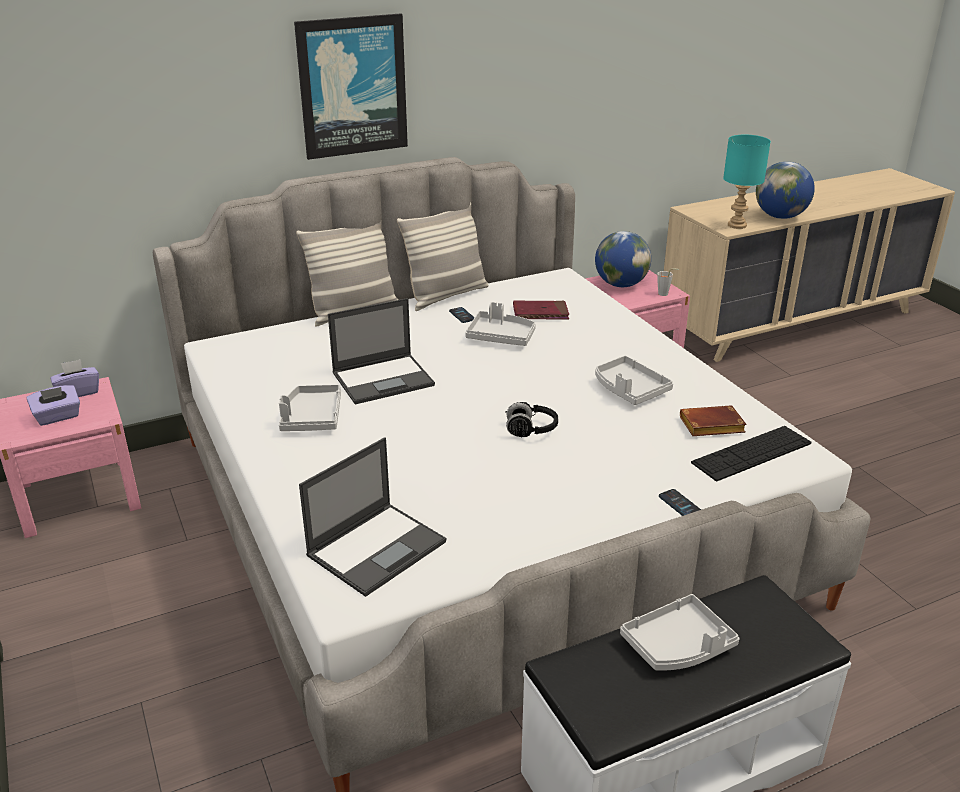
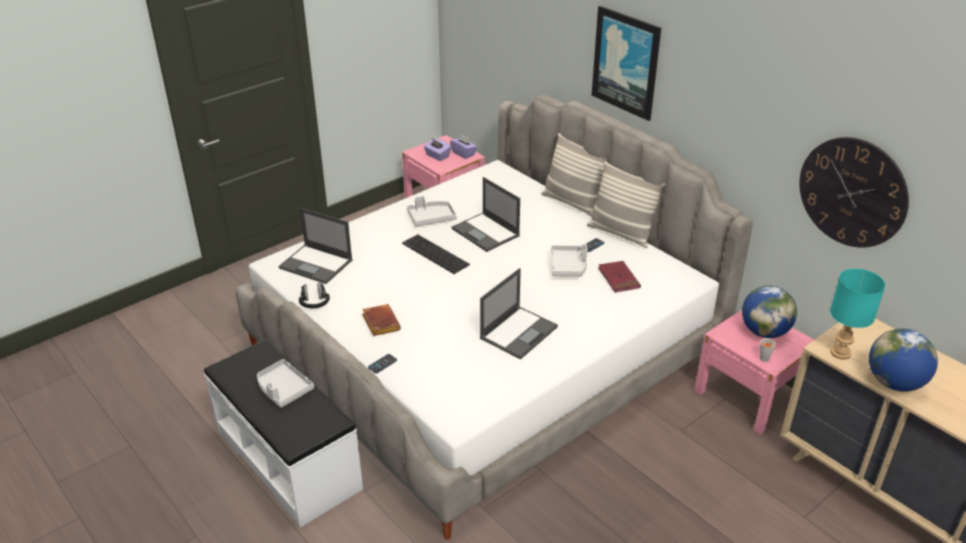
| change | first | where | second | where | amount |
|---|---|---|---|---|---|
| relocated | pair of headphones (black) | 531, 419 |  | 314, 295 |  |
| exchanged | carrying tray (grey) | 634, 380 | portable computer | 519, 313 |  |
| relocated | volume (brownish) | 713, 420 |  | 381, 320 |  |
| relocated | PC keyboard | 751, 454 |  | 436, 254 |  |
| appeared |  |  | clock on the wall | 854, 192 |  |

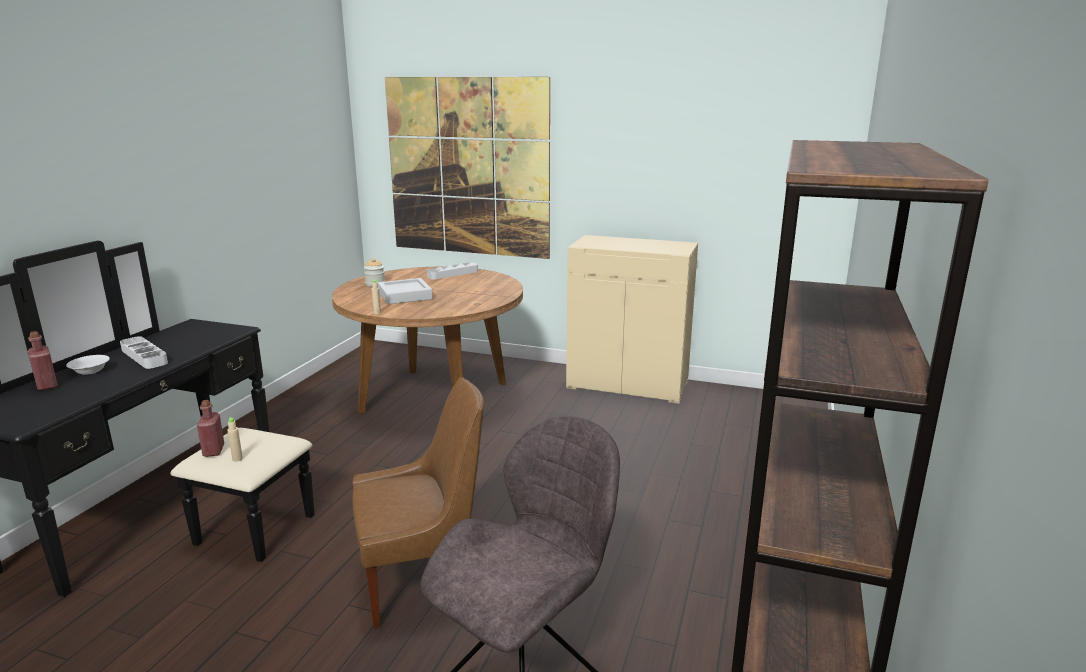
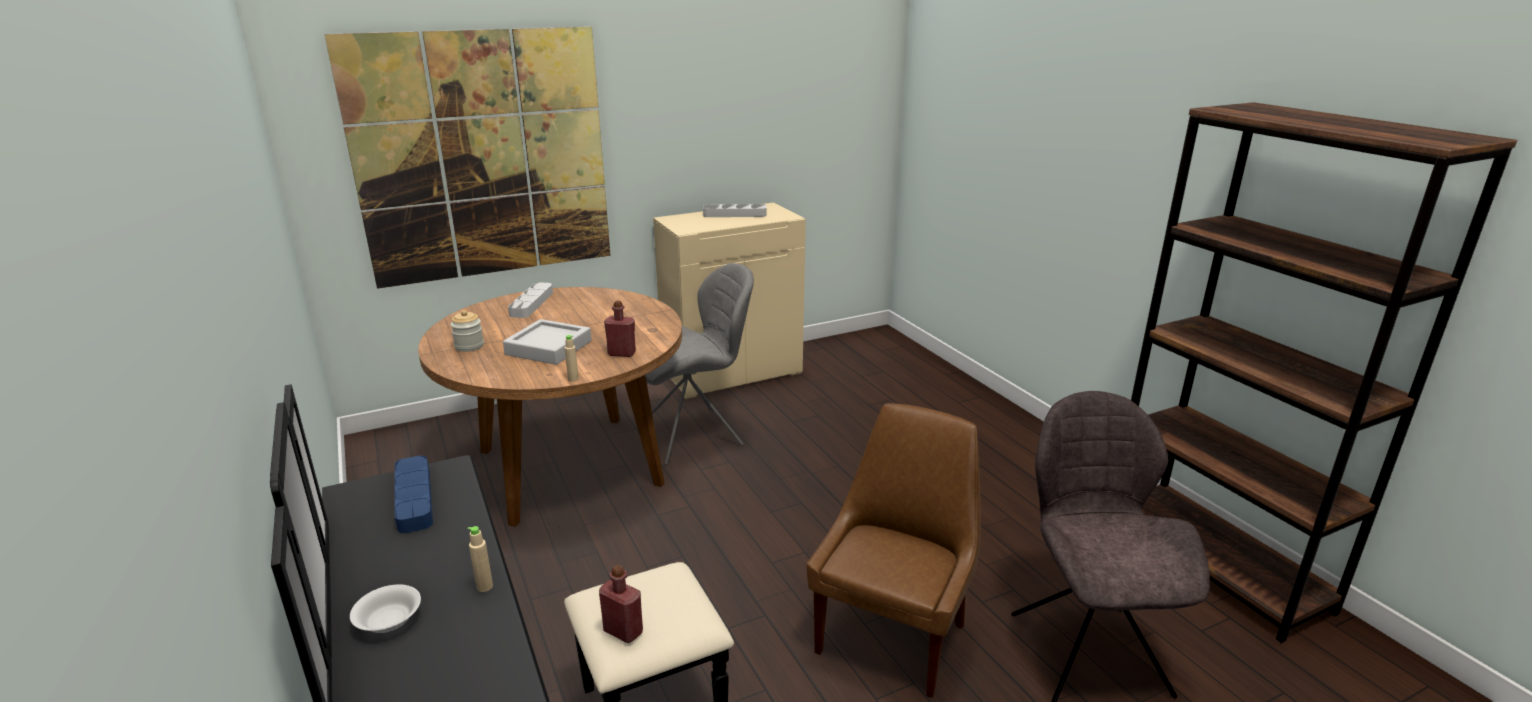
| change | first | where | second | where | amount |
|---|---|---|---|---|---|
| relocated | bottle (red-coloured) | 43, 361 |  | 620, 329 |  |
| relocated | carrying tray (grey) | 144, 352 |  | 734, 210 |  |
| relocated | bottle (beige) | 235, 439 |  | 480, 559 |  |
| appeared |  |  | carrying tray (blue-coloured) | 414, 494 |  |
| appeared |  |  | plain chair (grey) | 699, 364 |  |

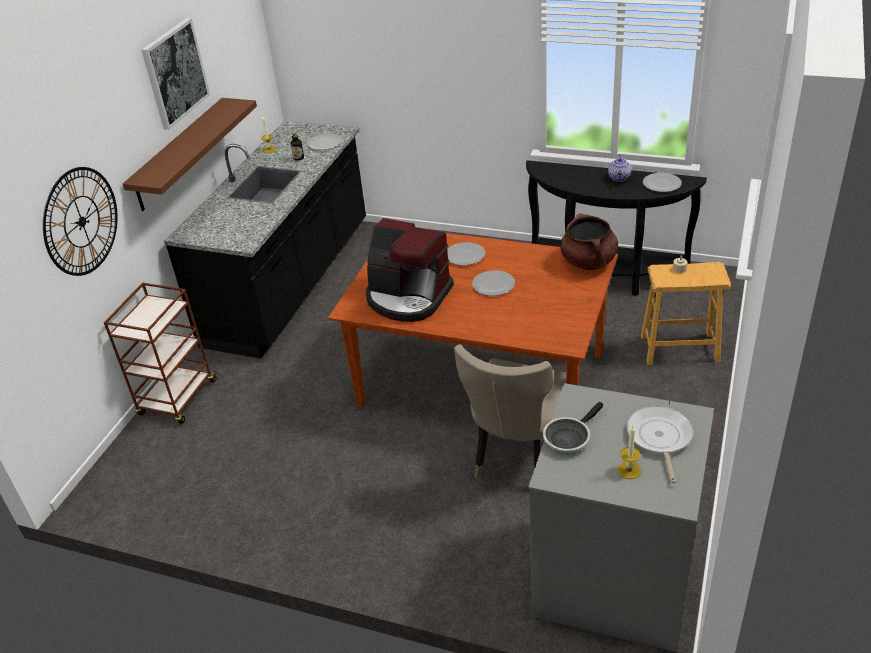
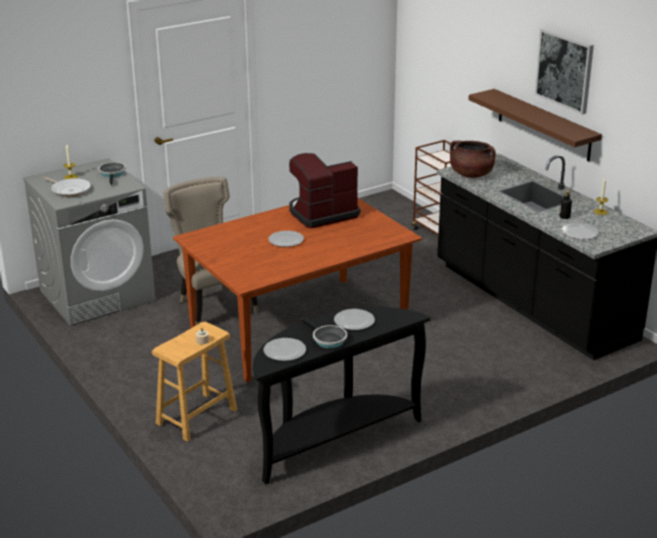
| change | first | where | second | where | amount |
|---|---|---|---|---|---|
| missing | clock on the wall | 80, 221 |  |  |  |
| relocated | plate | 466, 253 |  | 354, 319 |  |
| relocated | cooking pot (brownish) | 589, 241 |  | 473, 159 |  |
| exchanged | tea pot | 619, 168 | pan | 324, 332 |  |

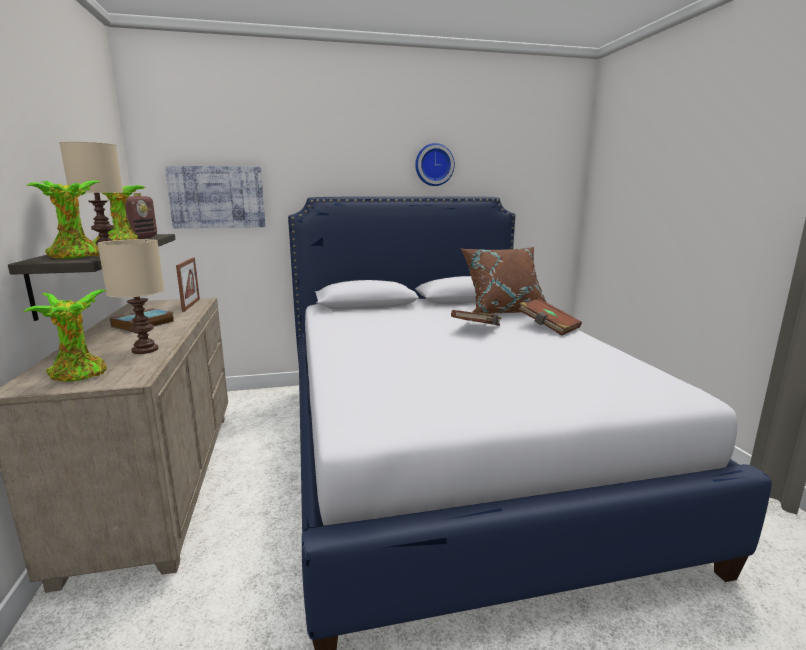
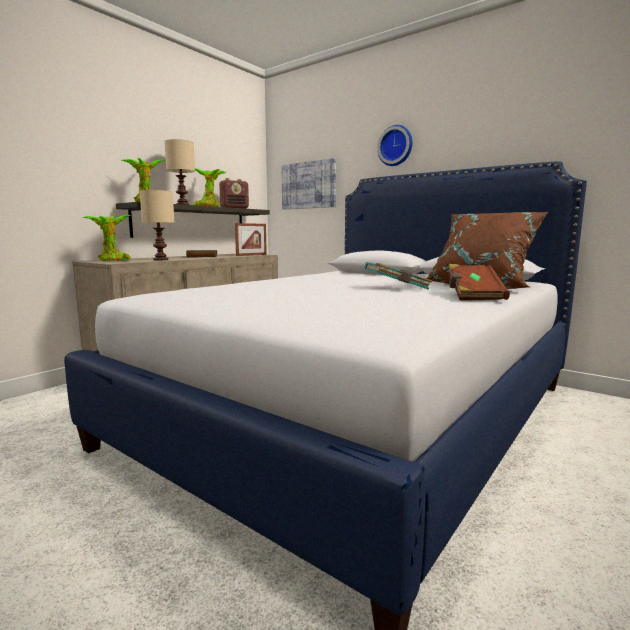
| change | first | where | second | where | amount |
|---|---|---|---|---|---|
| relocated | clock on the wall | 435, 164 |  | 395, 145 |  |
| colour | volume (brownish) | 476, 318 | volume (blue-green) | 398, 276 |  |

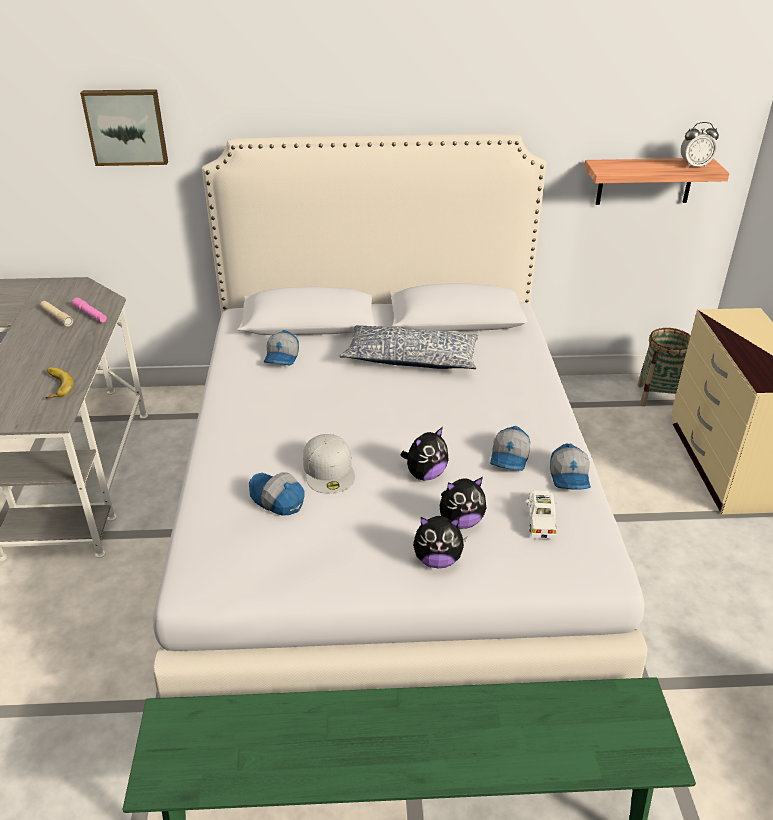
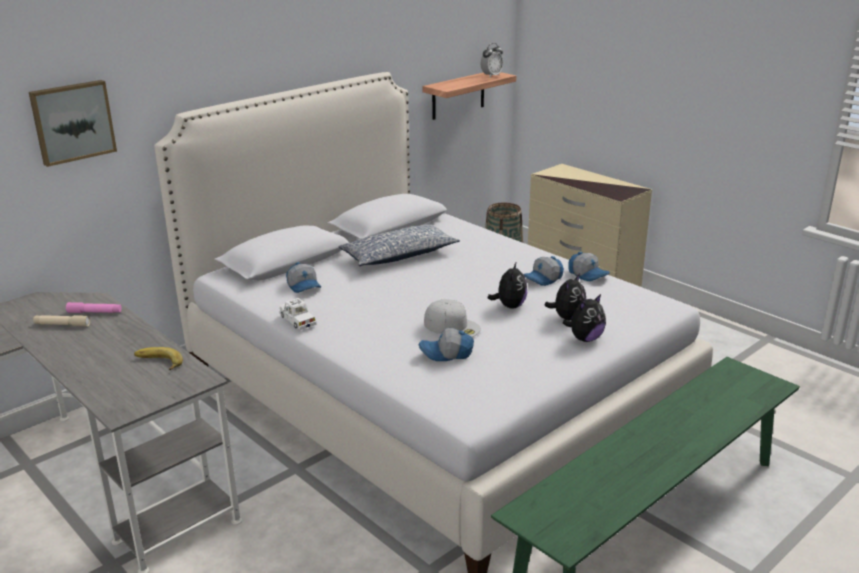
| change | first | where | second | where | amount |
|---|---|---|---|---|---|
| spun | cap | 510, 448 |  | 544, 271 | 75 degrees clockwise |
| relocated | toy car (white) | 541, 514 |  | 298, 314 |  |

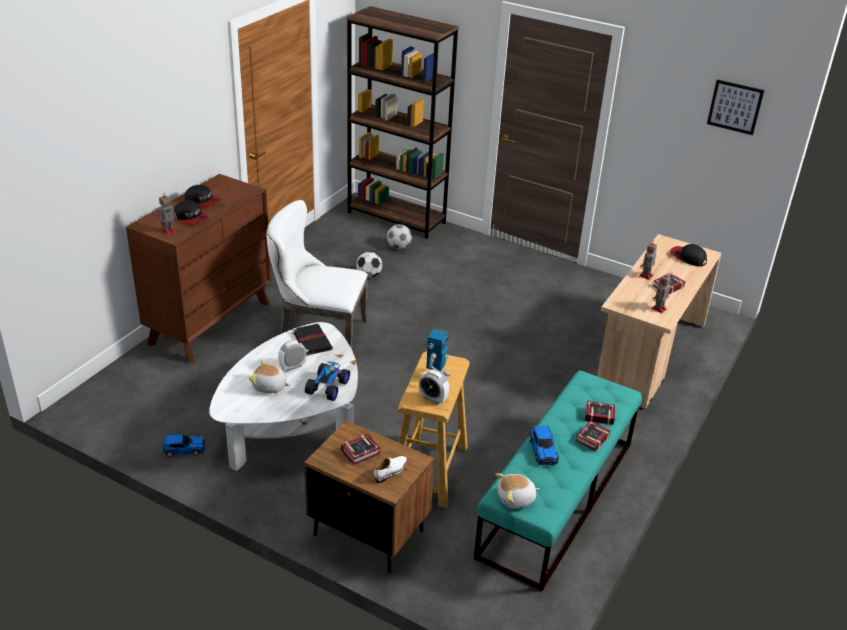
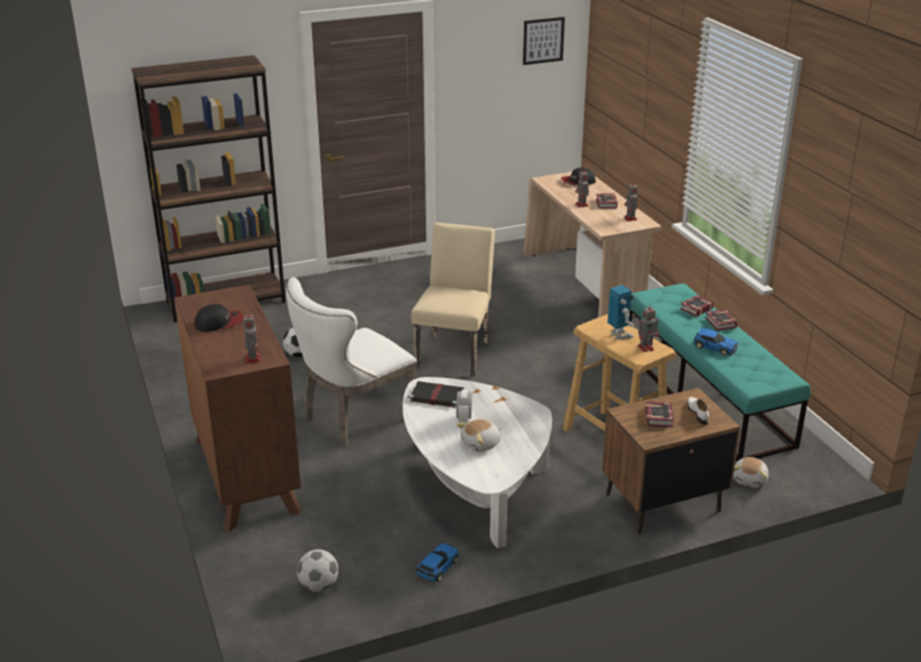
| change | first | where | second | where | amount |
|---|---|---|---|---|---|
| missing | cap | 191, 212 |  |  |  |
| missing | toy car | 327, 381 |  |  |  |
| relocated | ball for football | 399, 236 |  | 318, 570 |  |
| exchanged | alarm clock | 434, 386 | model robot | 648, 328 |  |
| relocated | plush toy | 517, 491 |  | 751, 472 |  |
| appeared |  |  | plain chair (beige) | 453, 299 |  |

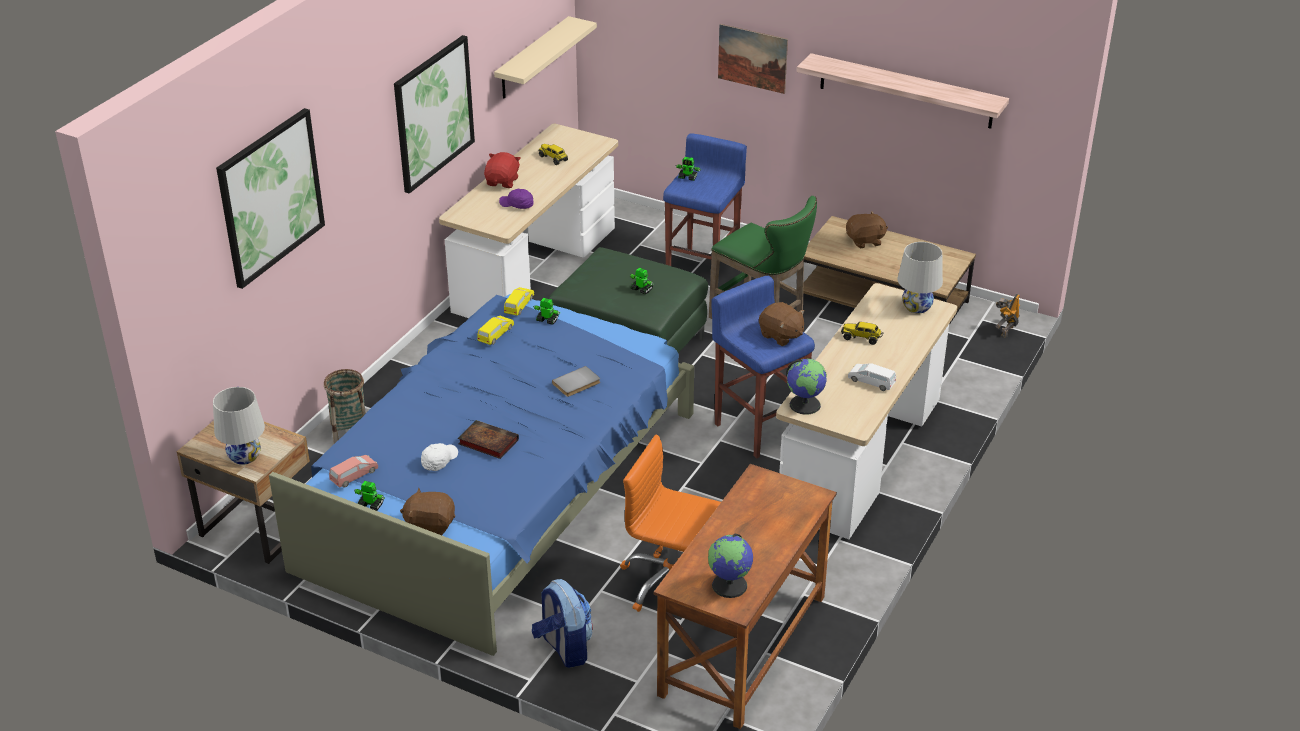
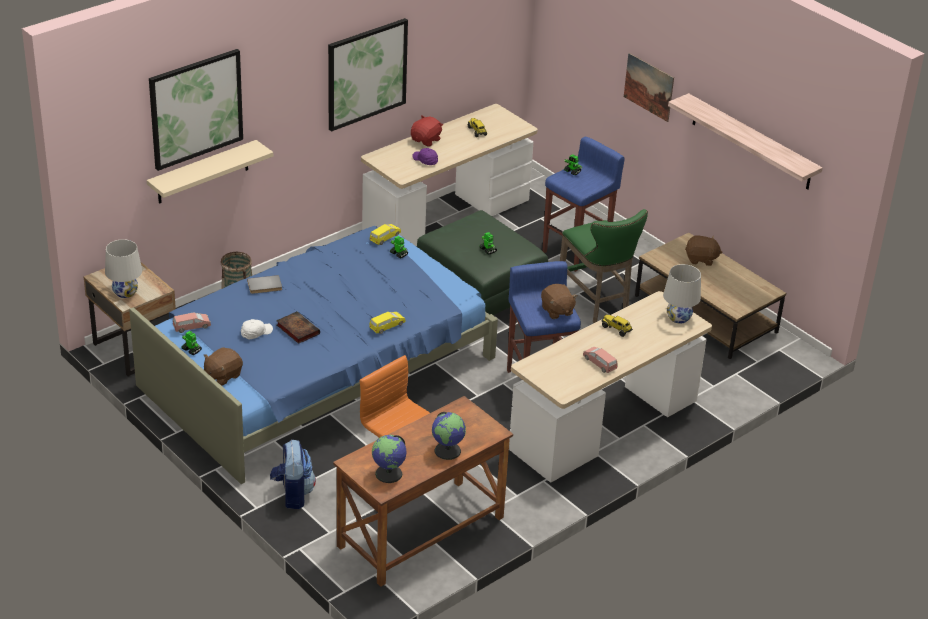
| change | first | where | second | where | amount |
|---|---|---|---|---|---|
| spun | plush toy (brownish) | 427, 511 |  | 223, 366 | 75 degrees counterclockwise |
| relocated | toy car (yellowish) | 495, 330 |  | 387, 323 |  |
| relocated | wall shelf (beige) | 545, 57 |  | 210, 172 |  |
| relocated | volume (grey) | 576, 381 |  | 264, 284 |  |
| relocated | world globe | 806, 387 |  | 449, 436 |  |
| colour | toy car (white) | 872, 377 | toy car (pink) | 600, 360 |  |
| missing | model robot | 1007, 316 |  |  |  |

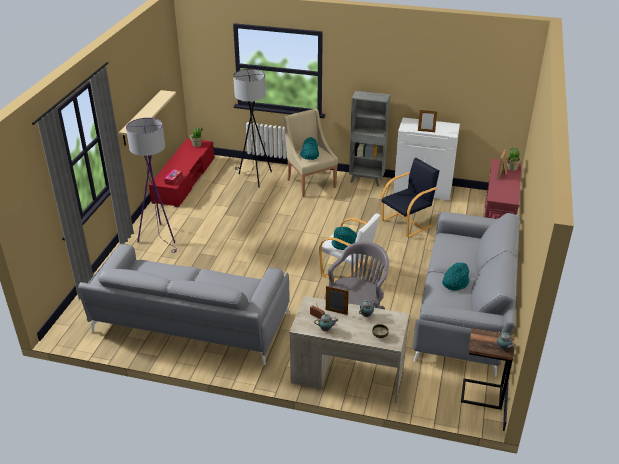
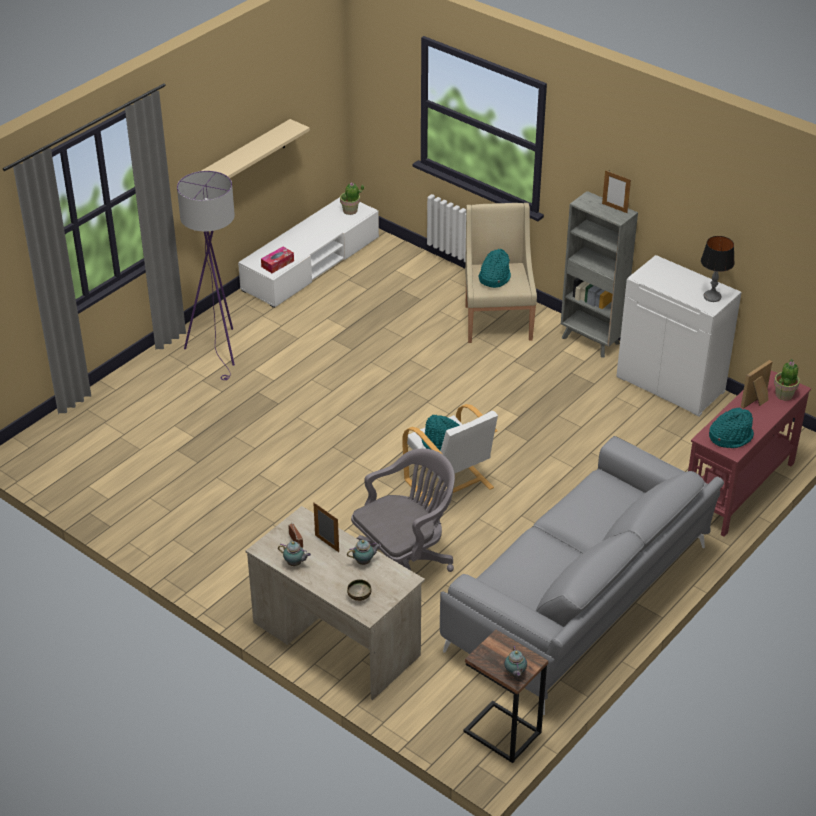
| change | first | where | second | where | amount |
|---|---|---|---|---|---|
| missing | couch (grey) | 183, 304 |  |  |  |
| colour | media console (red-coloured) | 181, 172 | media console (white) | 308, 252 |  |
| missing | standard lamp (grey) | 252, 128 |  |  |  |
| missing | armchair (black) | 410, 198 |  |  |  |
| relocated | picture frame | 427, 121 |  | 616, 191 |  |
| relocated | wearable hat (blue-green) | 455, 277 |  | 731, 427 |  |
| appeared |  |  | table lamp | 718, 269 |  |

